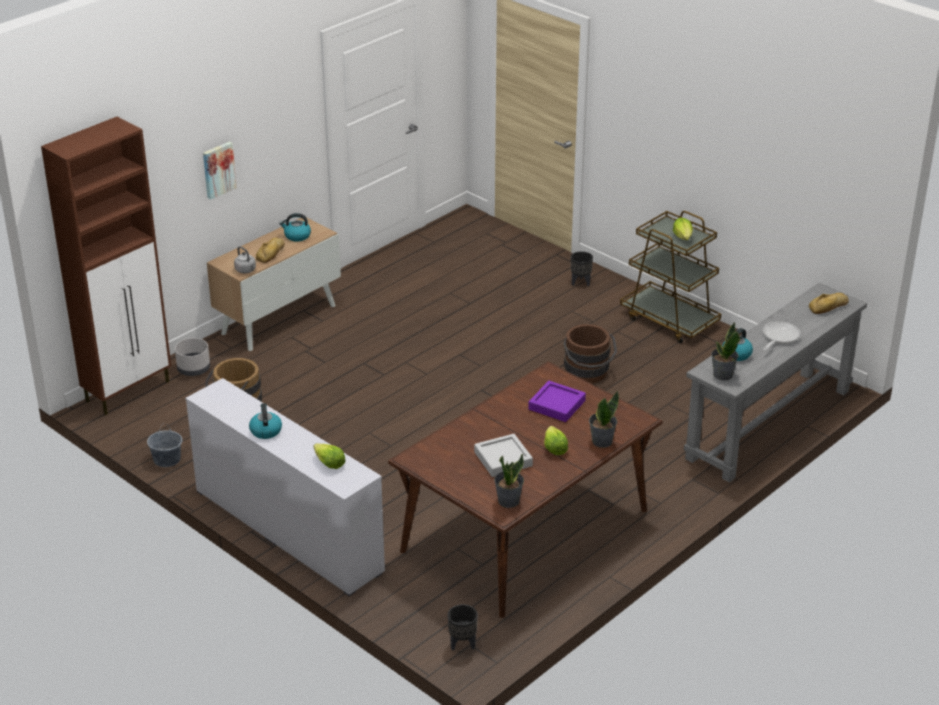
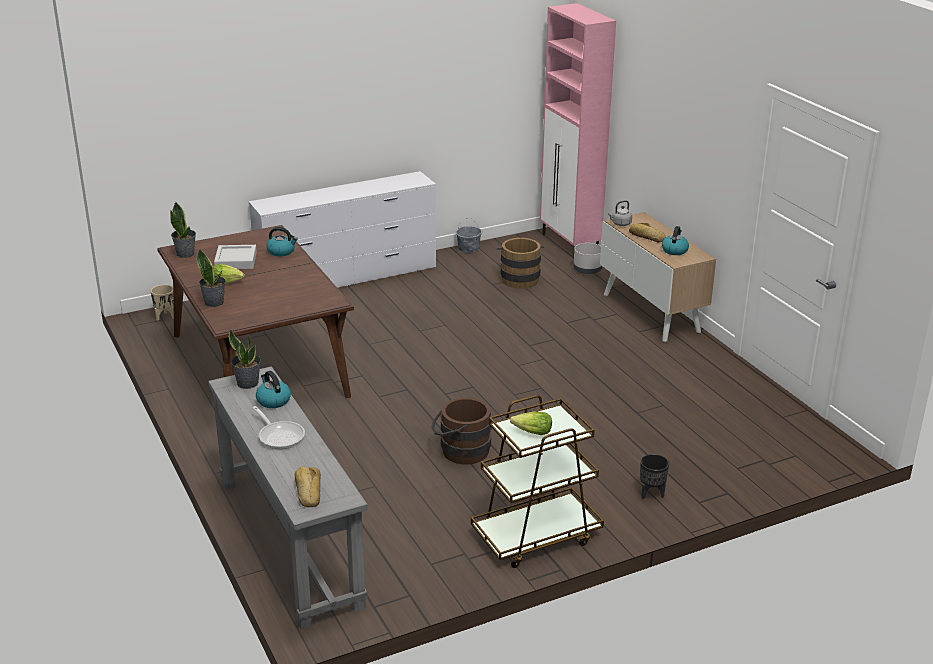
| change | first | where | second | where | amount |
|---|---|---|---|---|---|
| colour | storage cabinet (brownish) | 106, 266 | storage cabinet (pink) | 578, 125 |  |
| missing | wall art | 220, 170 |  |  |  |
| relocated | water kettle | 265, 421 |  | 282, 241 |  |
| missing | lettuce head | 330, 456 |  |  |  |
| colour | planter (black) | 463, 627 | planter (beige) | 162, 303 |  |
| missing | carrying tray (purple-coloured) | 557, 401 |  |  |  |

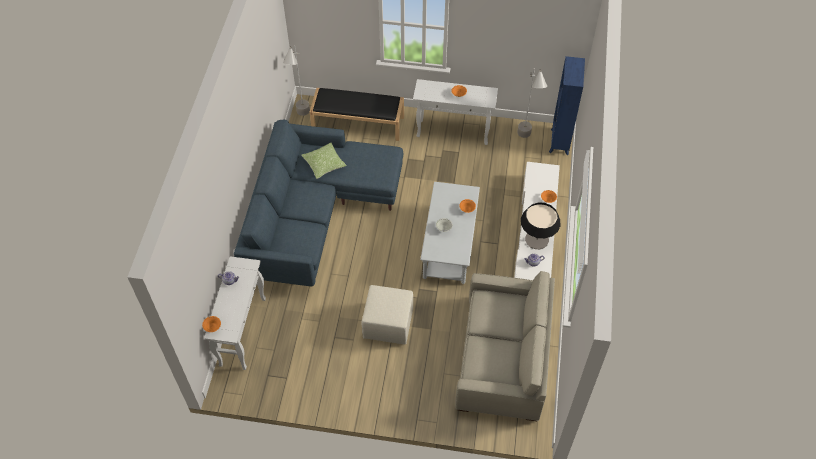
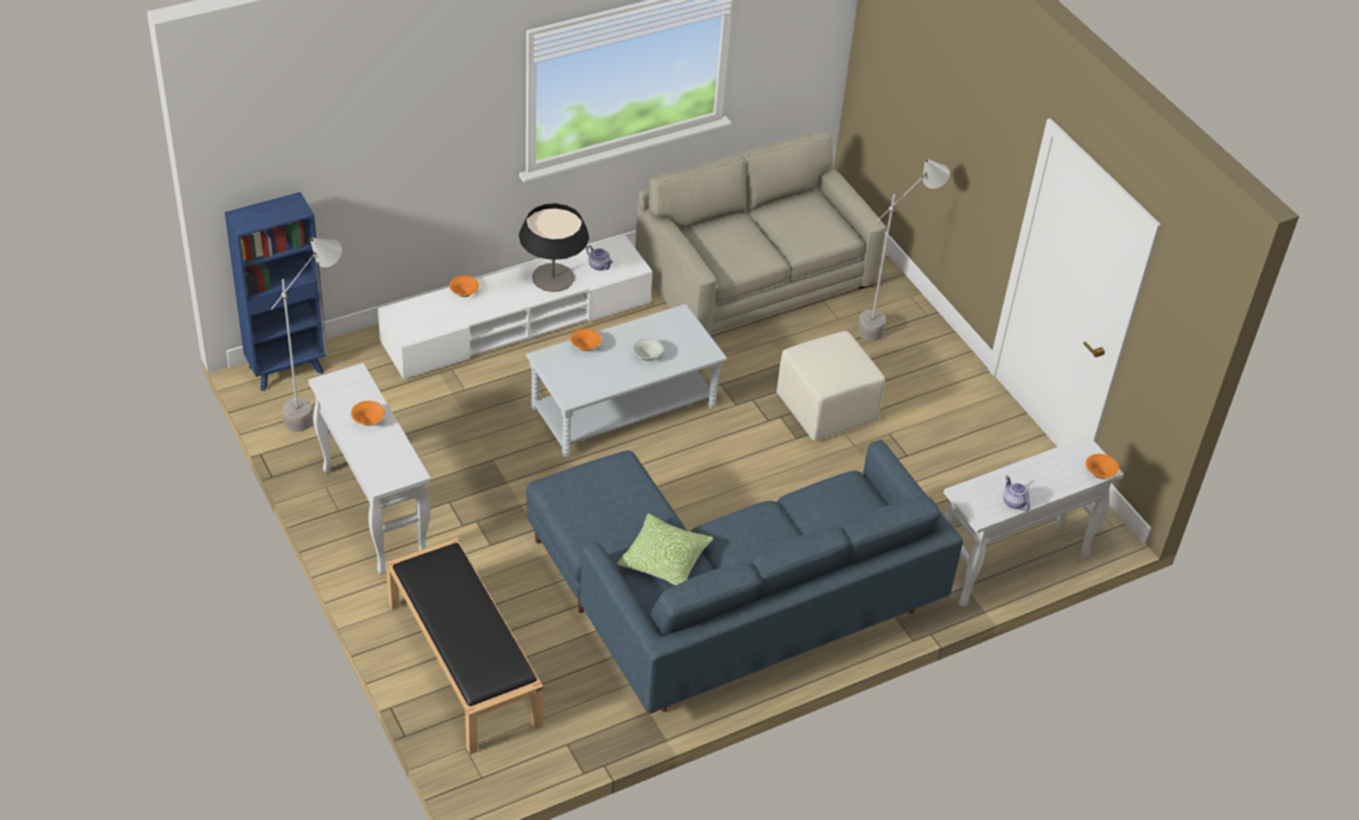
| change | first | where | second | where | amount |
|---|---|---|---|---|---|
| relocated | standard lamp (grey) | 296, 80 |  | 903, 250 |  |

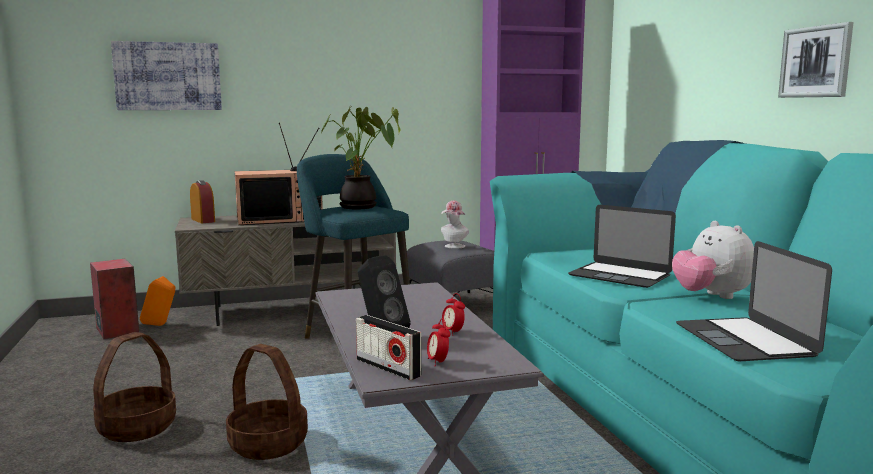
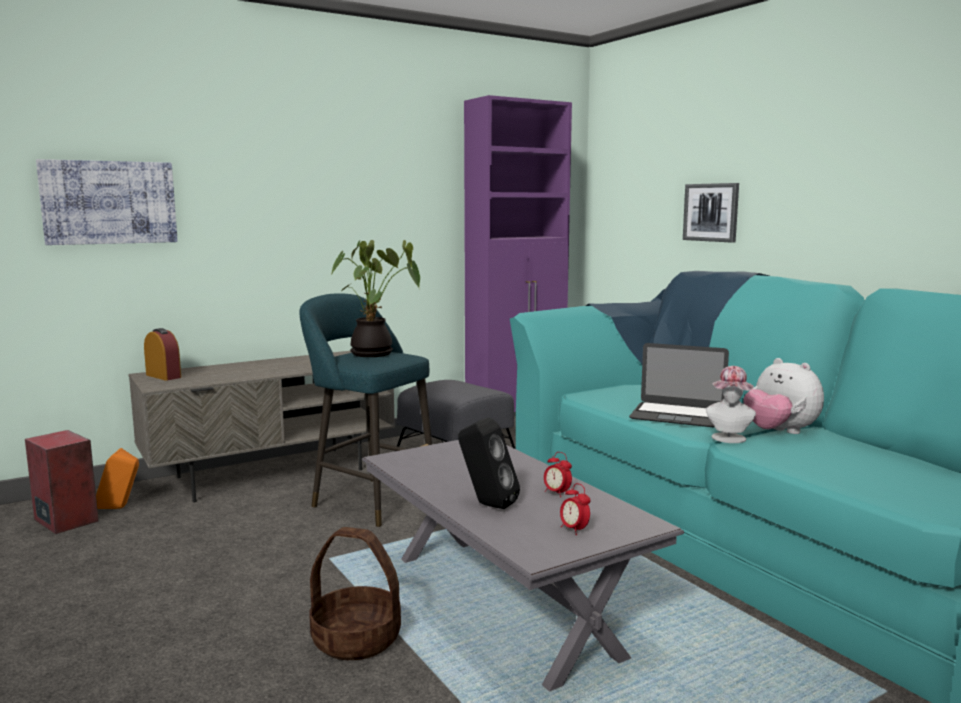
| change | first | where | second | where | amount |
|---|---|---|---|---|---|
| missing | storage basket | 134, 387 |  |  |  |
| missing | television | 279, 174 |  |  |  |
| missing | radio | 389, 347 |  |  |  |
| relocated | wearable hat | 455, 225 |  | 731, 404 |  |
| missing | portable computer | 754, 301 |  |  |  |
| relocated | wall art | 815, 60 |  | 711, 213 |  |

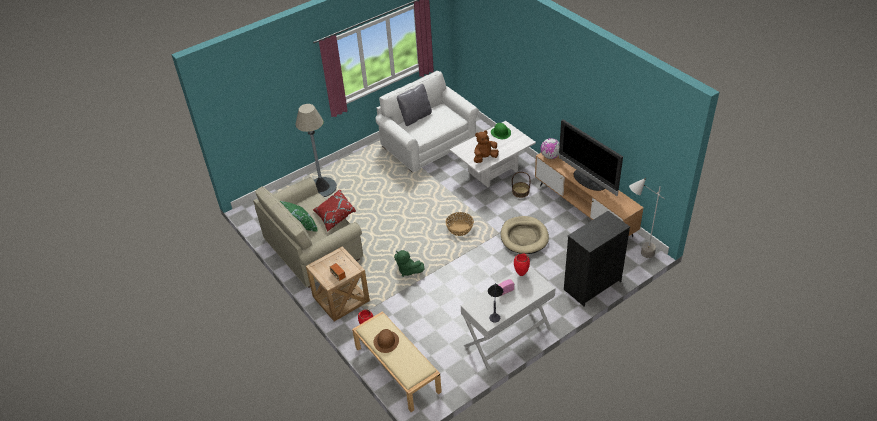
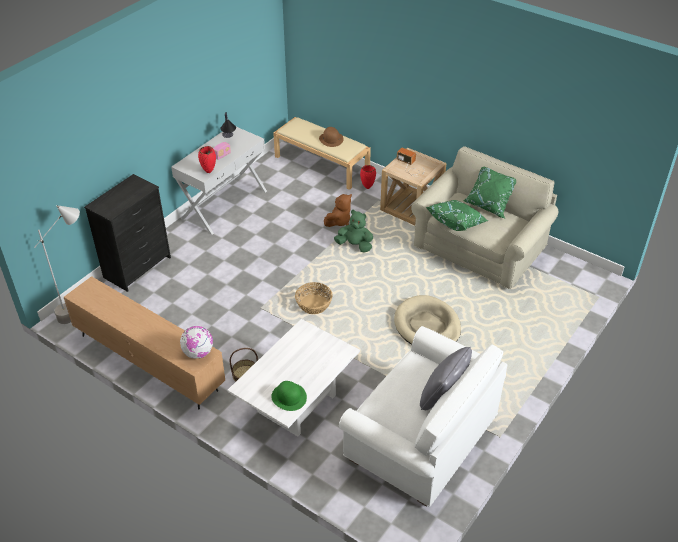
| change | first | where | second | where | amount |
|---|---|---|---|---|---|
| missing | standard lamp (grey) | 316, 150 |  |  |  |
| colour | throw pillow (red-coloured) | 334, 210 | throw pillow (green-coloured) | 457, 215 |  |
| relocated | plush toy (brownish) | 486, 146 |  | 338, 210 |  |
| relocated | dog cushion (beige) | 525, 235 |  | 427, 320 |  |
| missing | television | 591, 158 |  |  |  |

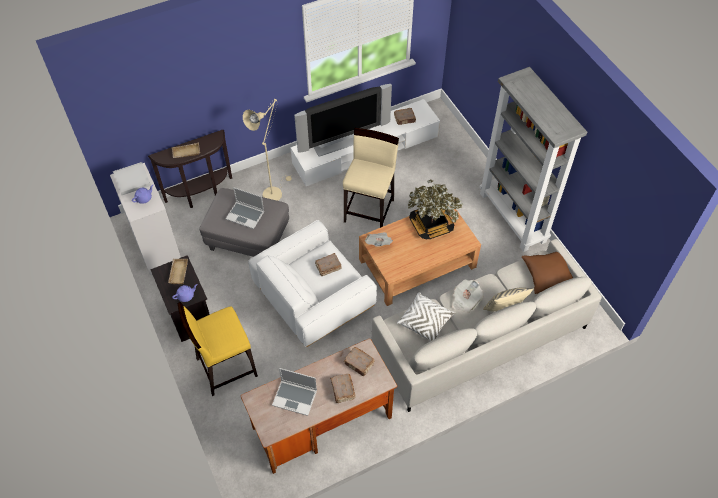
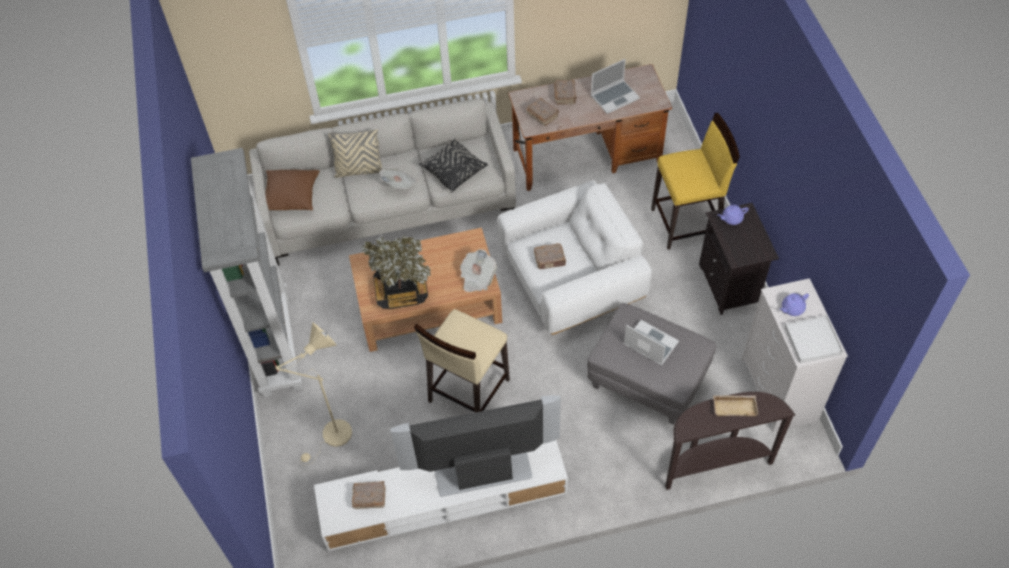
| change | first | where | second | where | amount |
|---|---|---|---|---|---|
| missing | carrying tray (beige) | 178, 271 |  |  |  |
| relocated | standard lamp (beige) | 267, 150 |  | 313, 394 |  |
| spun | portable computer | 294, 392 |  | 615, 86 | 120 degrees clockwise |
| colour | throw pillow (white) | 426, 316 | throw pillow (black) | 453, 166 |  |

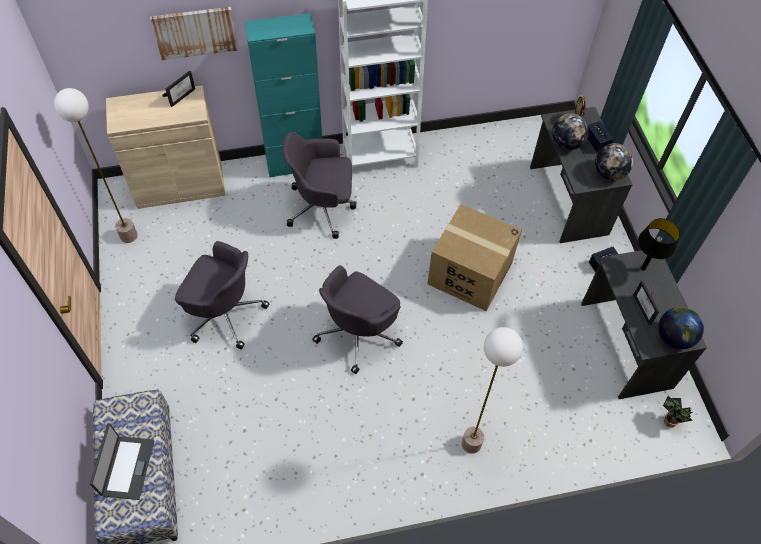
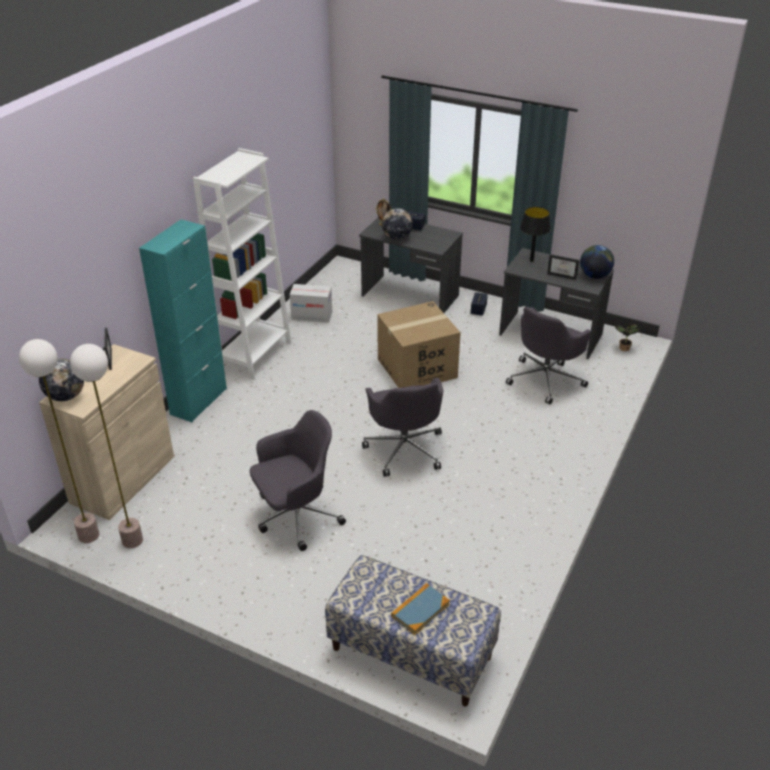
| change | first | where | second | where | amount |
|---|---|---|---|---|---|
| exchanged | portable computer | 122, 461 | volume | 420, 609 |  |
| missing | wall art | 194, 33 |  |  |  |
| relocated | desk chair (grey) | 319, 185 |  | 549, 355 |  |
| relocated | standard lamp | 492, 390 |  | 59, 441 |  |
| relocated | world globe | 614, 161 |  | 61, 380 |  |
| appeared |  |  | packing box | 311, 303 |  |

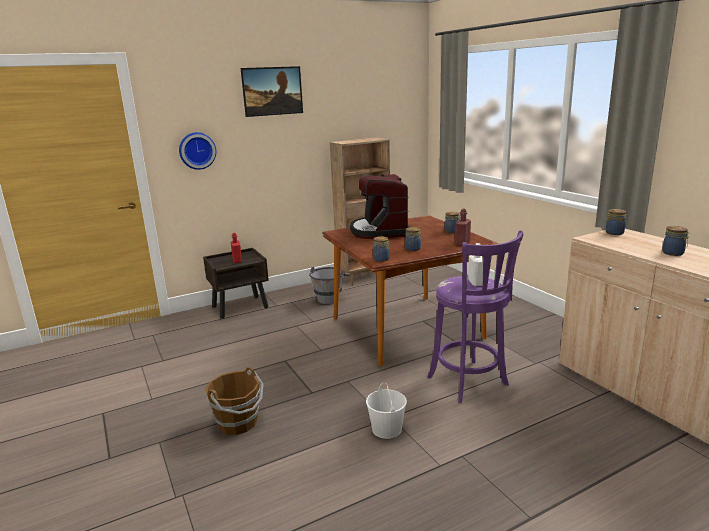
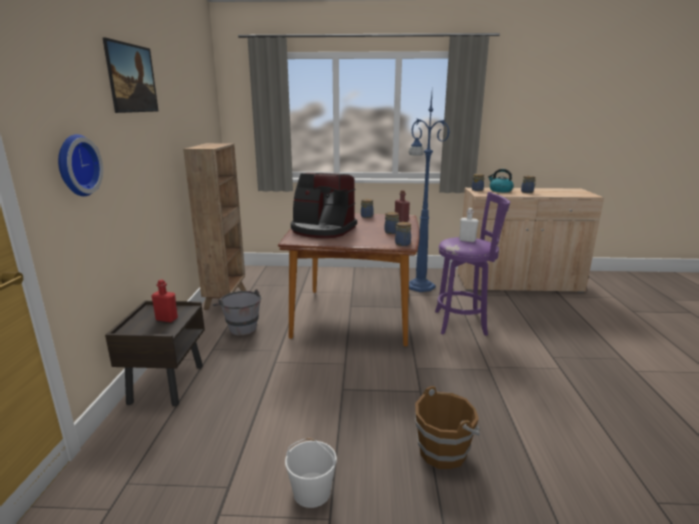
| change | first | where | second | where | amount |
|---|---|---|---|---|---|
| relocated | pail (white) | 386, 410 |  | 311, 473 |  |
| appeared |  |  | standard lamp (blue-coloured) | 429, 192 |  |
| appeared |  |  | water kettle | 501, 180 |  |

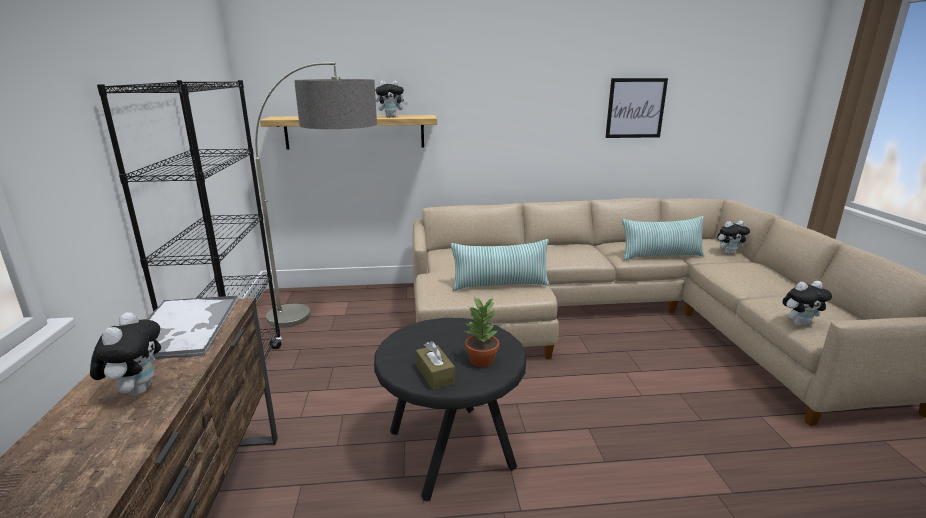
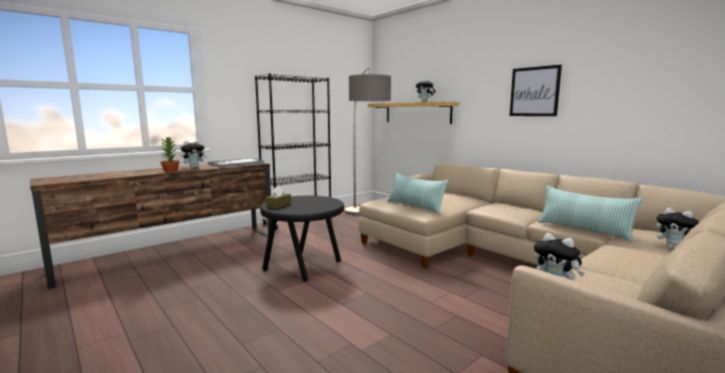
| change | first | where | second | where | amount |
|---|---|---|---|---|---|
| relocated | potted plant | 482, 332 |  | 170, 155 |  |
| relocated | wall art | 636, 108 |  | 536, 90 |  |

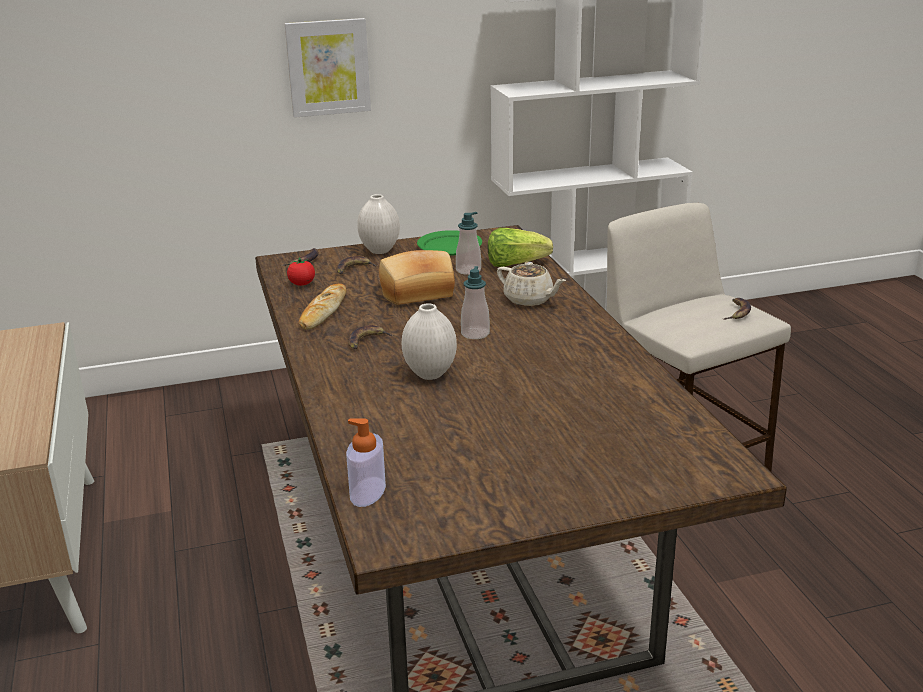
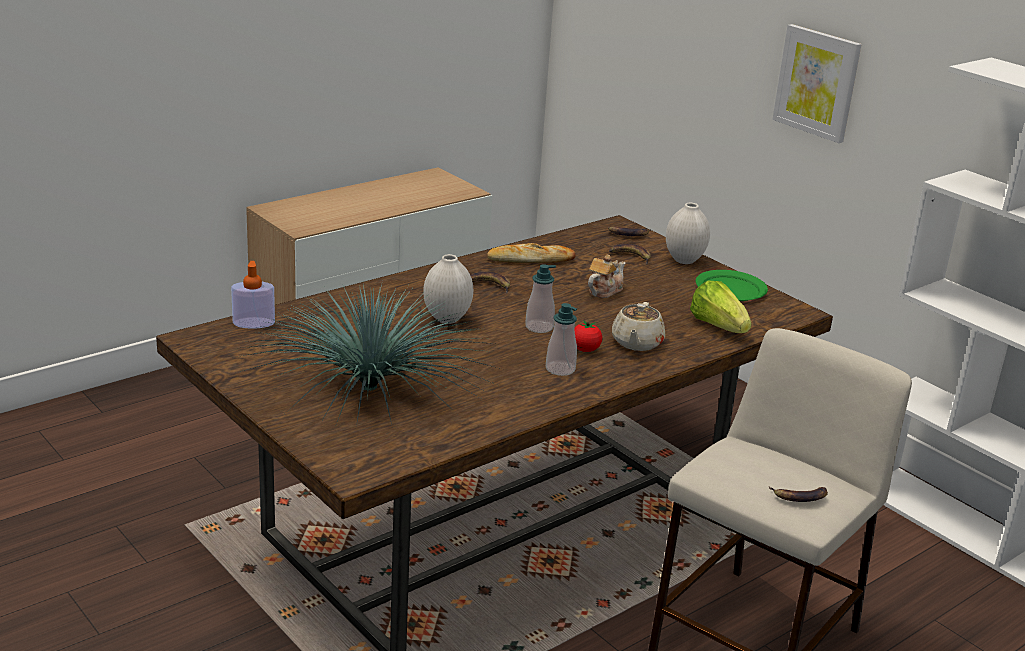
| change | first | where | second | where | amount |
|---|---|---|---|---|---|
| relocated | fresh tomato | 301, 272 |  | 588, 336 |  |
| exchanged | bakery bread | 417, 277 | tea pot | 606, 276 |  |
| relocated | soap bottle | 468, 243 |  | 561, 339 |  |
| appeared |  |  | potted plant | 369, 353 |  |

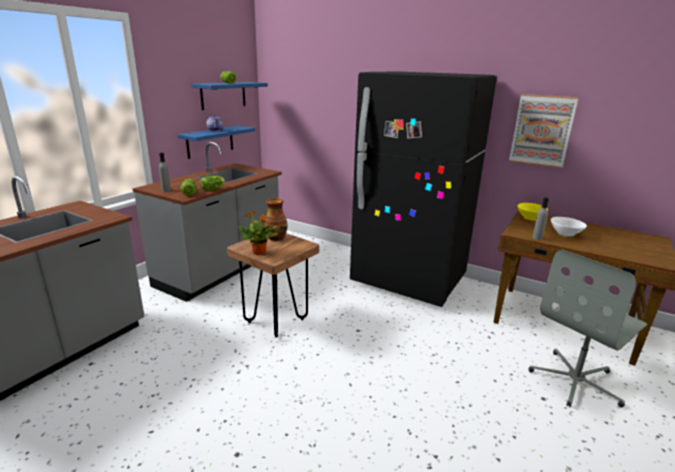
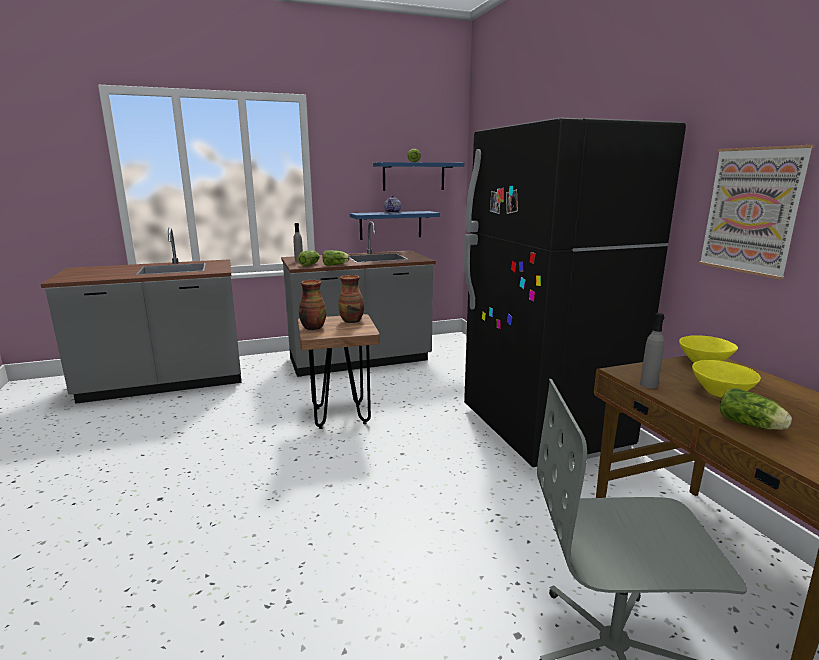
| change | first | where | second | where | amount |
|---|---|---|---|---|---|
| exchanged | potted plant | 258, 233 | decorative vase | 312, 305 |  |
| colour | bowl (white) | 569, 226 | bowl (yellowish) | 726, 379 |  |
| appeared |  |  | lettuce head | 756, 409 |  |

